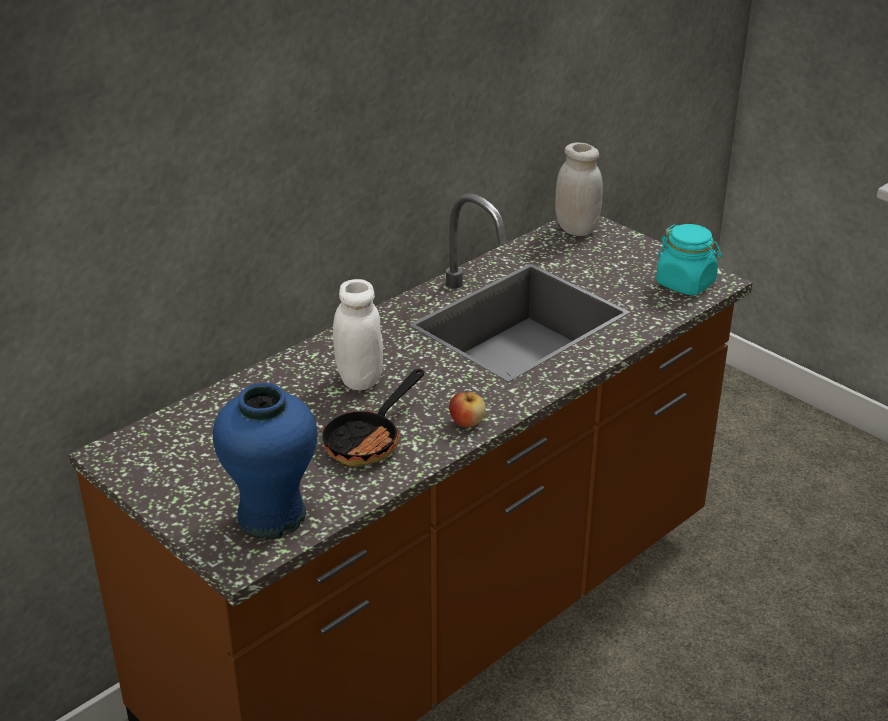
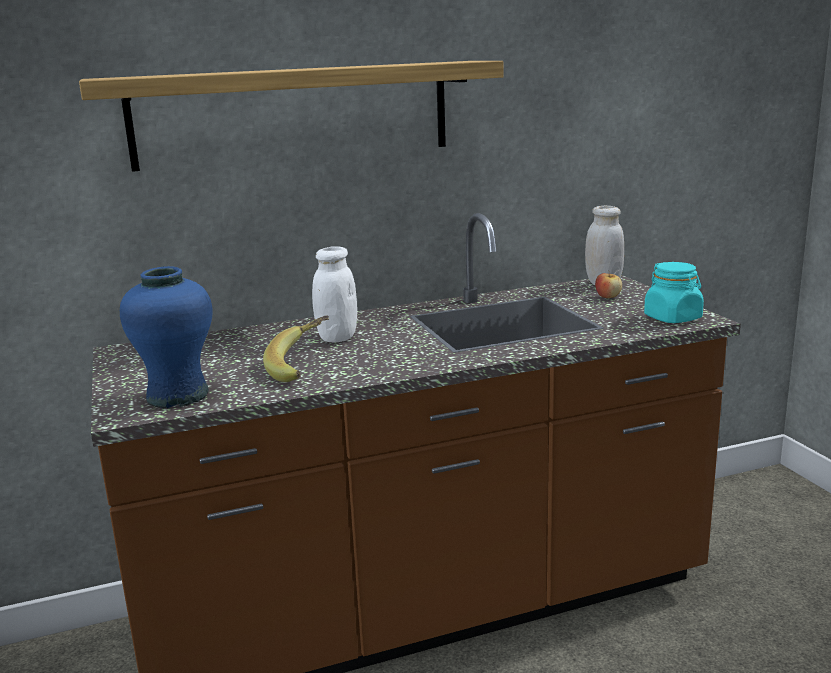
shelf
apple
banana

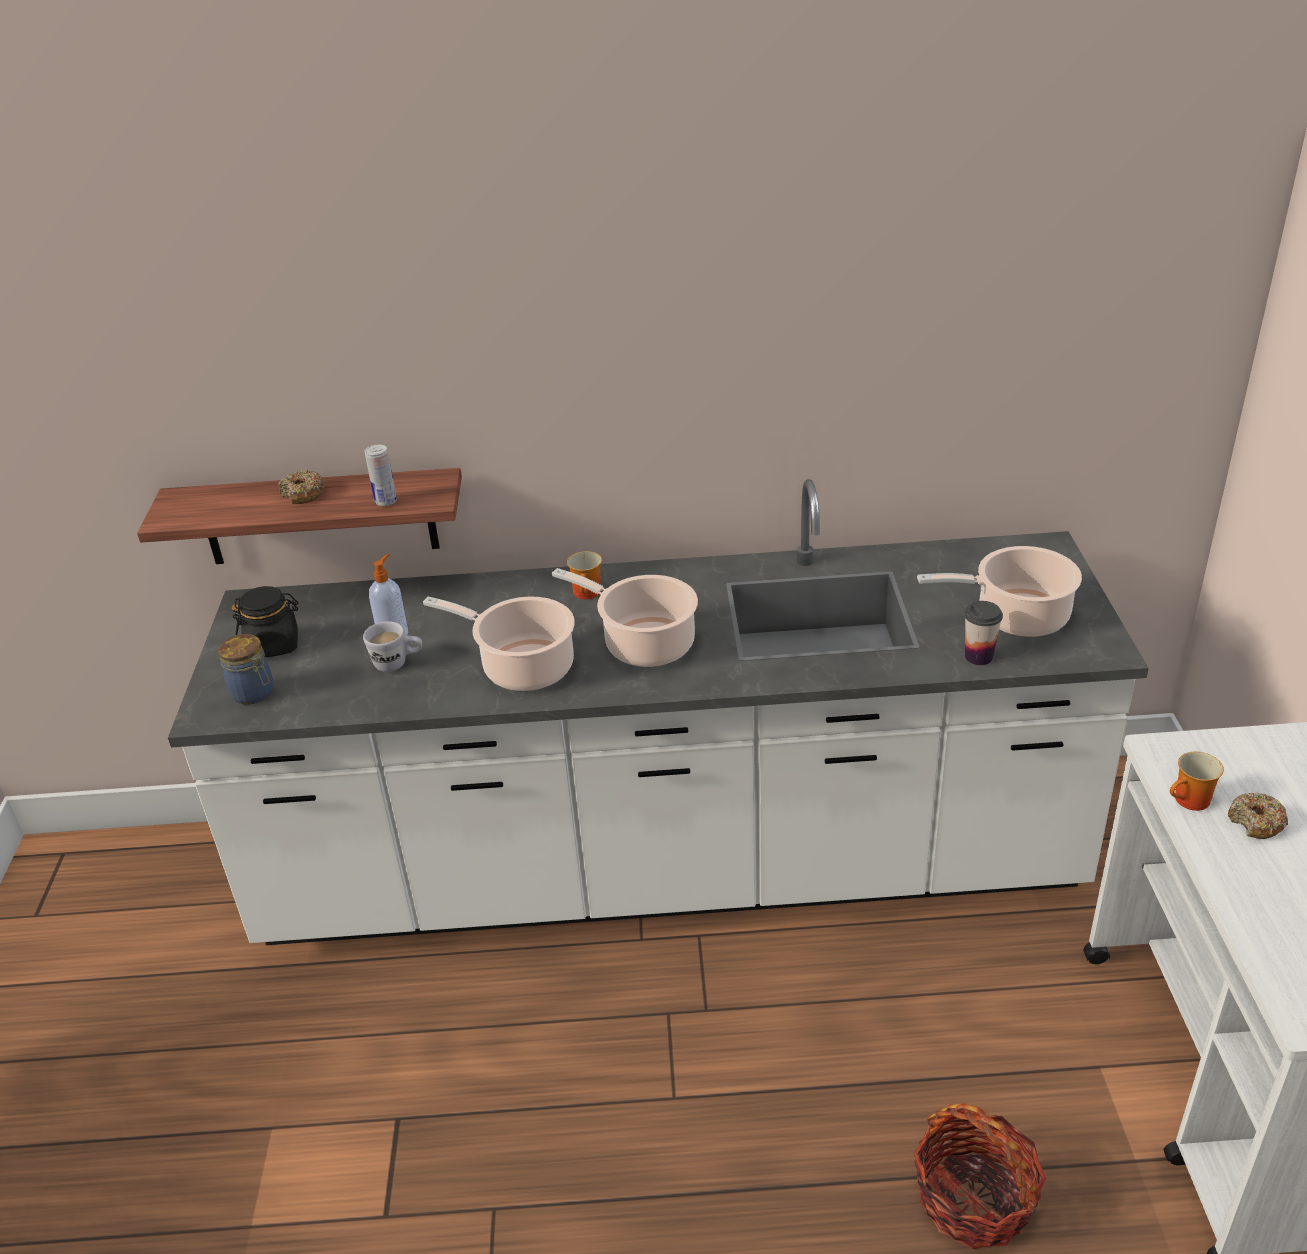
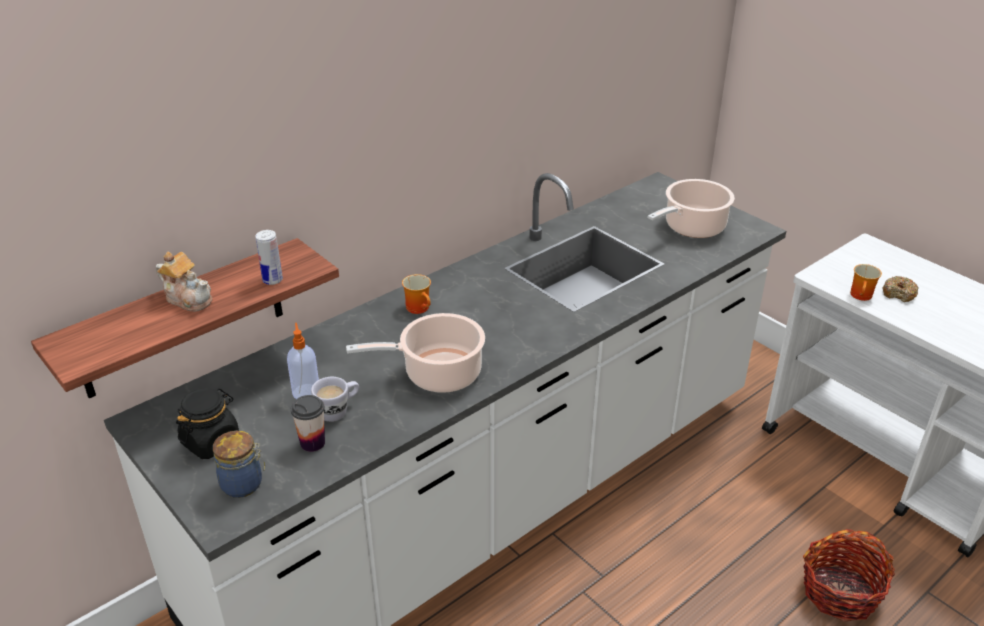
cooking pot (2nd from left in the first image)
cup
teapot

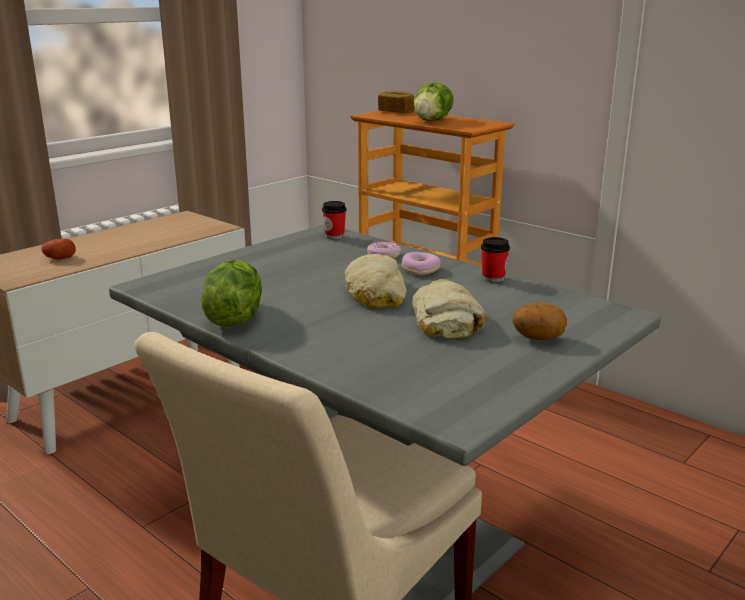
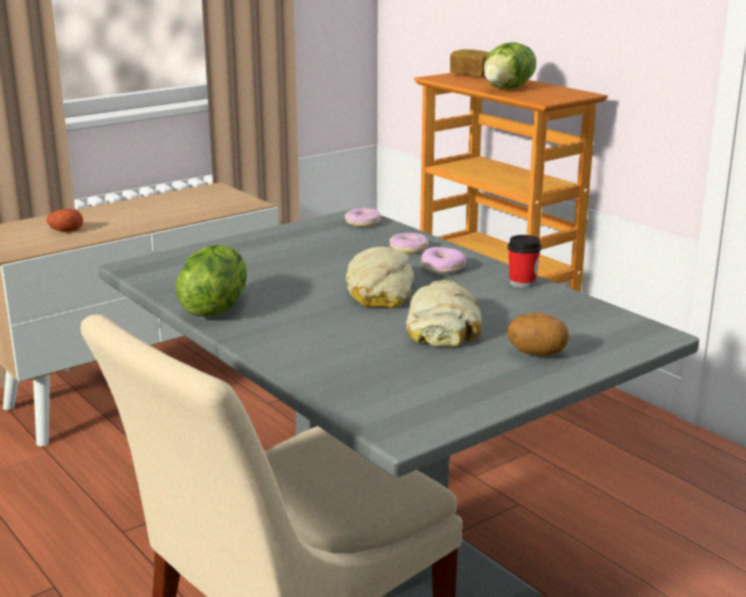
donut (1st from left)

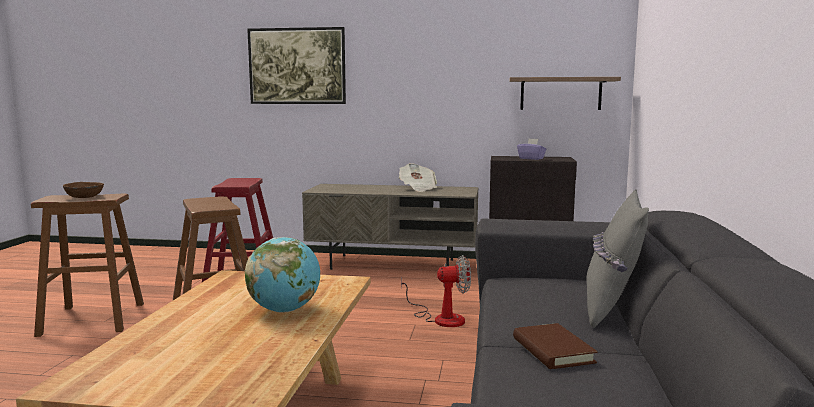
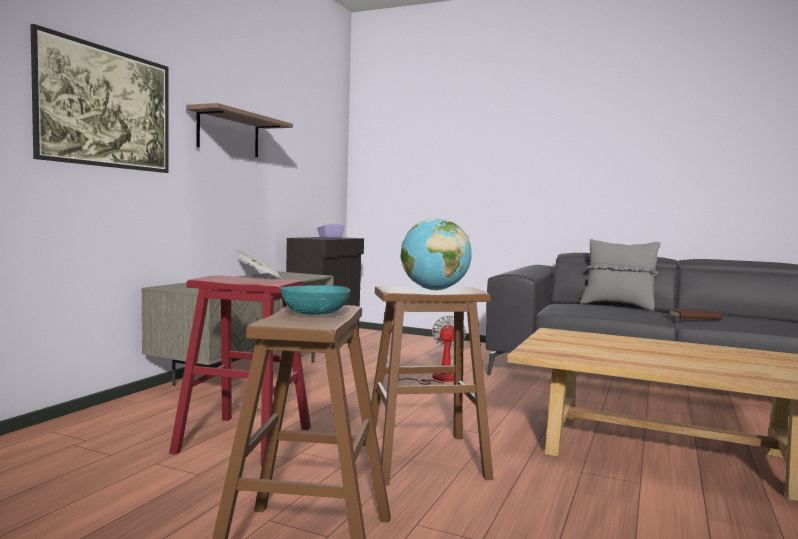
globe
shelf
turquoise bowl

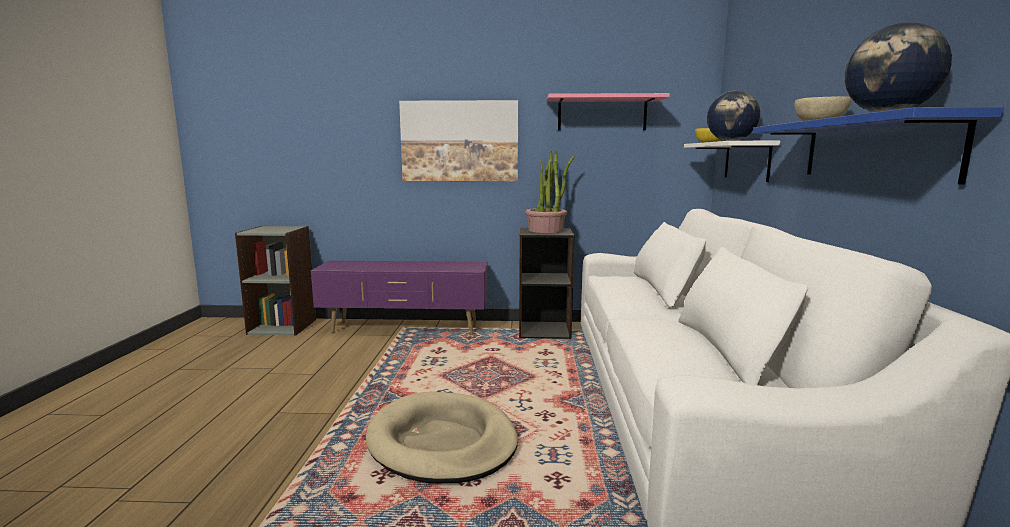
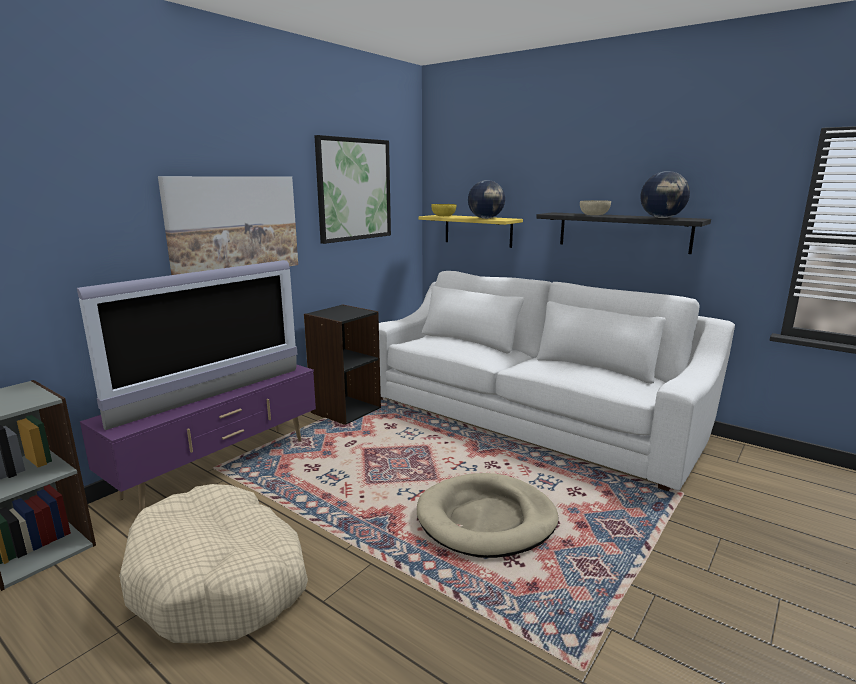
potted plant
television
beige dog bed (1st from left)
picture (2nd from left)
yellow shelf
black shelf

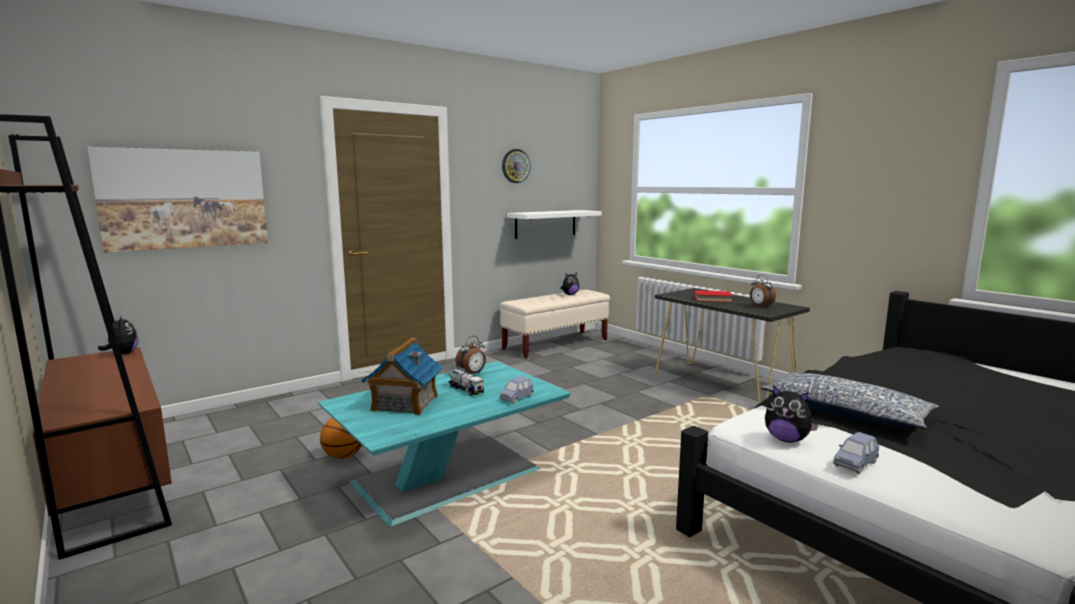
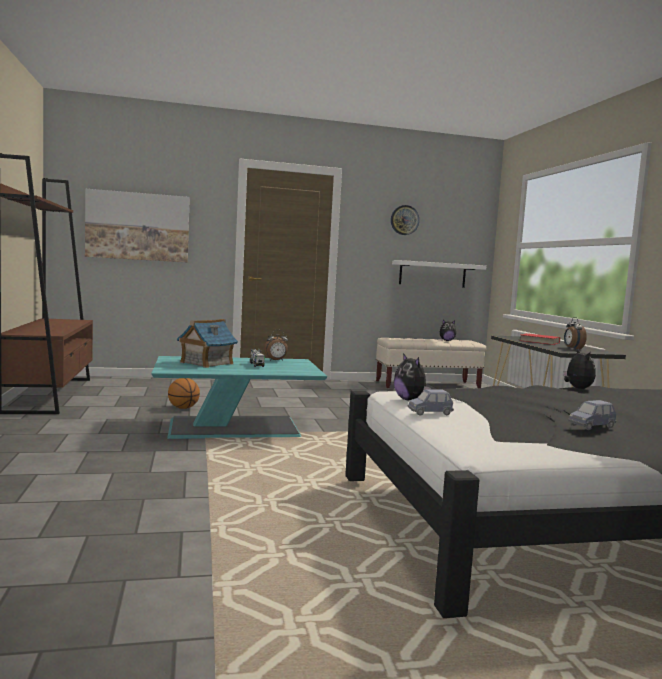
pillow
plush toy (3rd from left)
blue toy car (2nd from left)

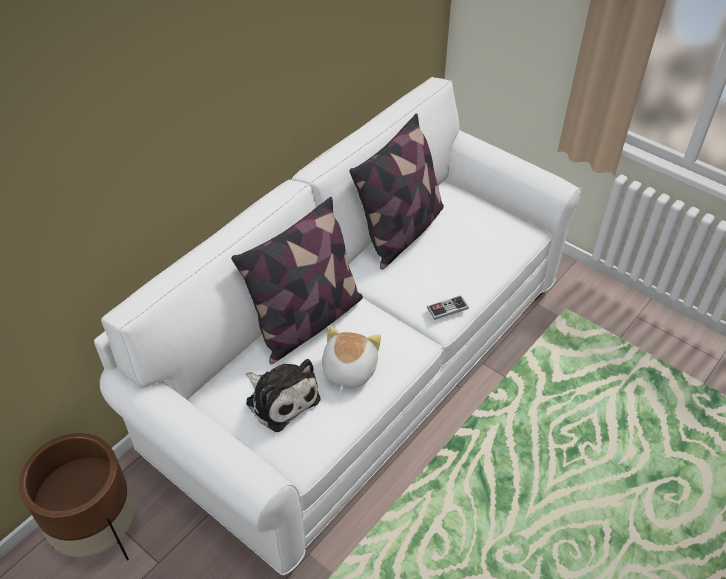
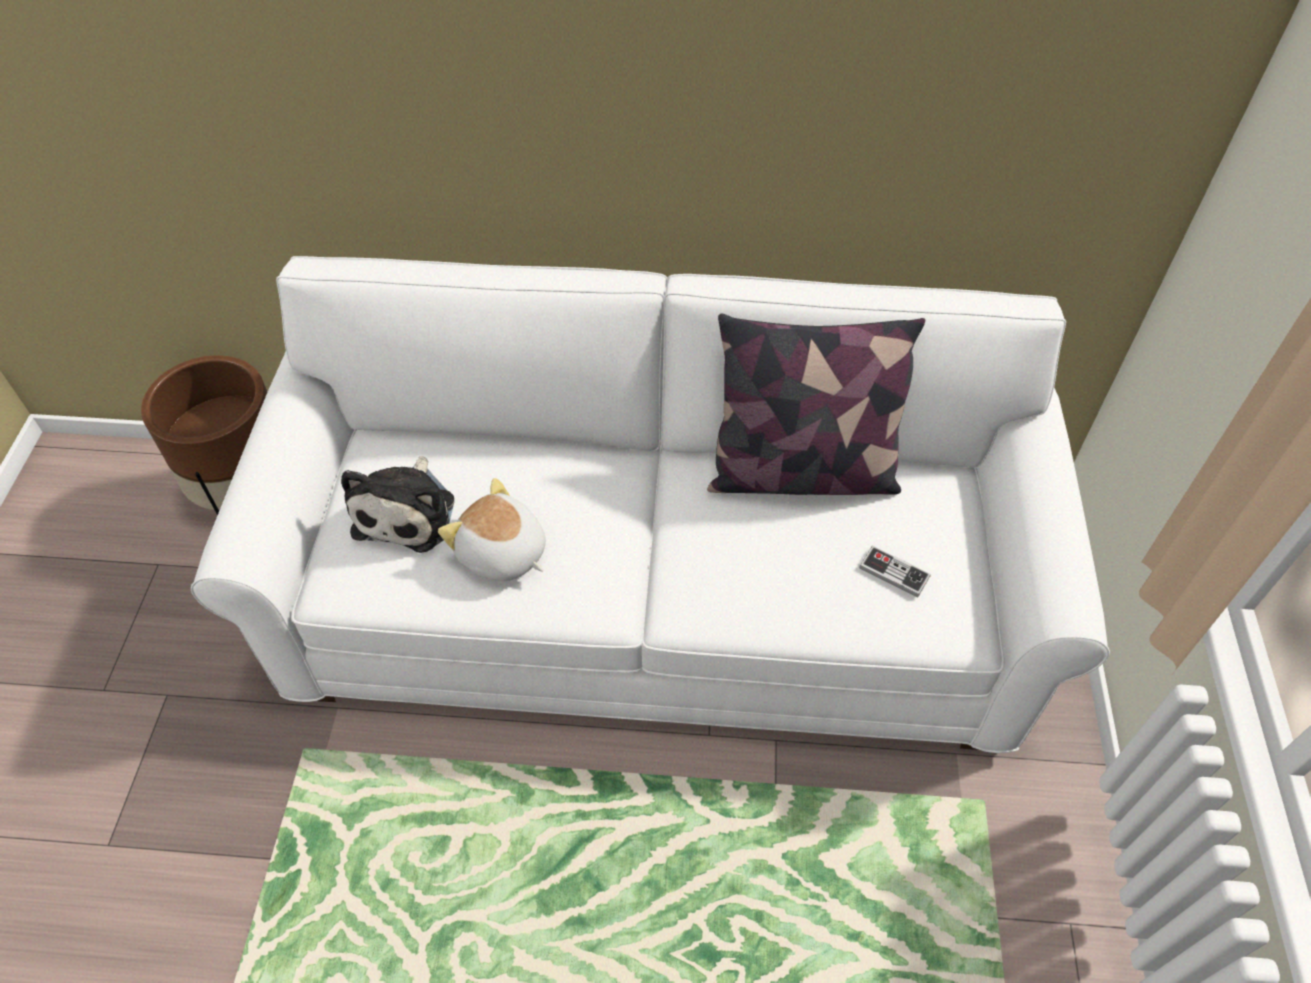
pillow (1st from left in the first image)
game controller
plush toy (2nd from left)

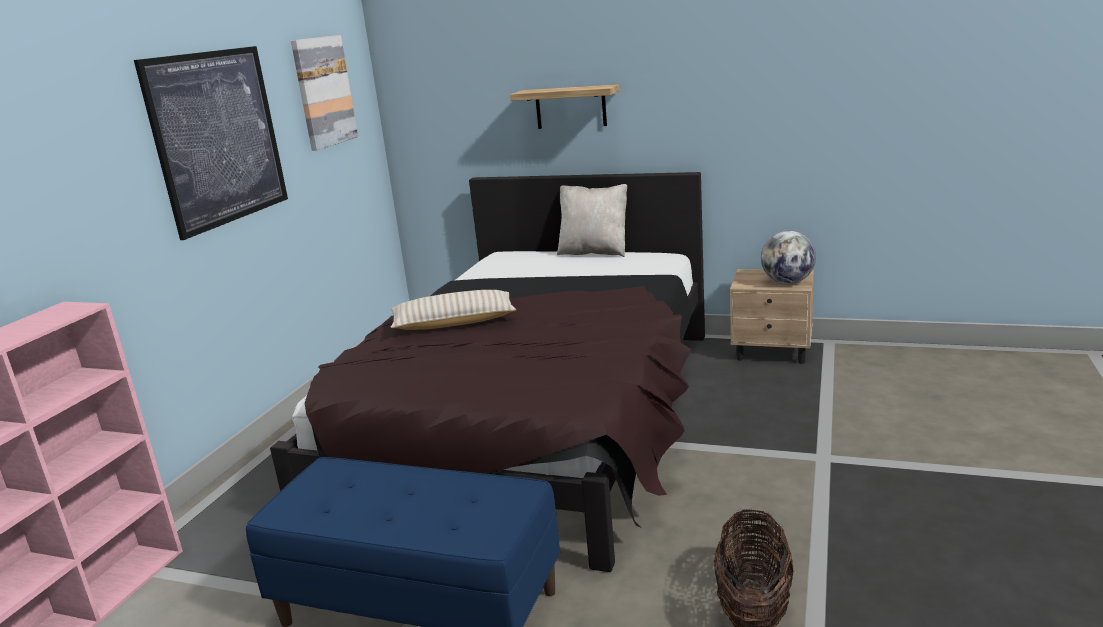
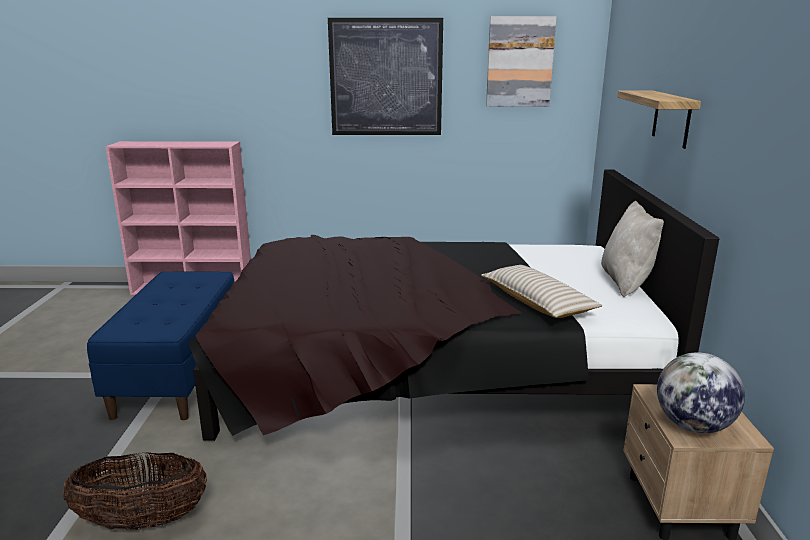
beige pillow (1st from left)

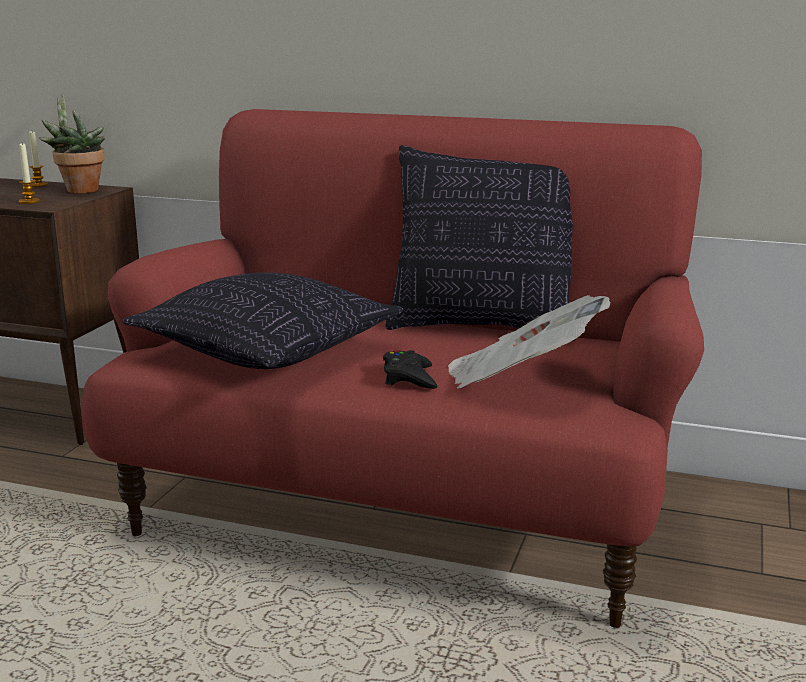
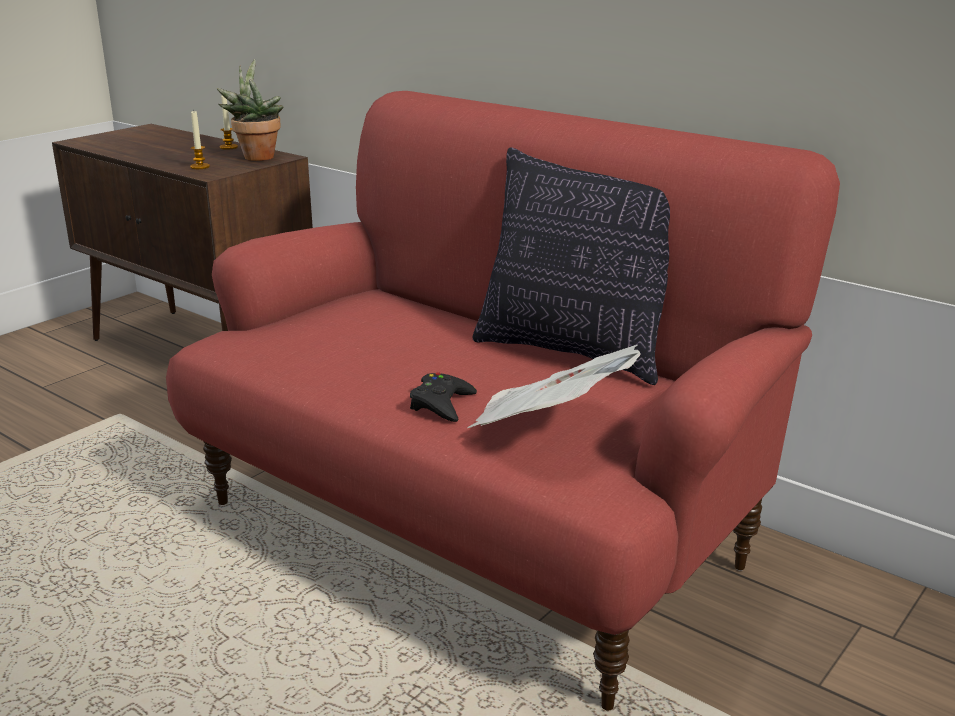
pillow (1st from left in the first image)

